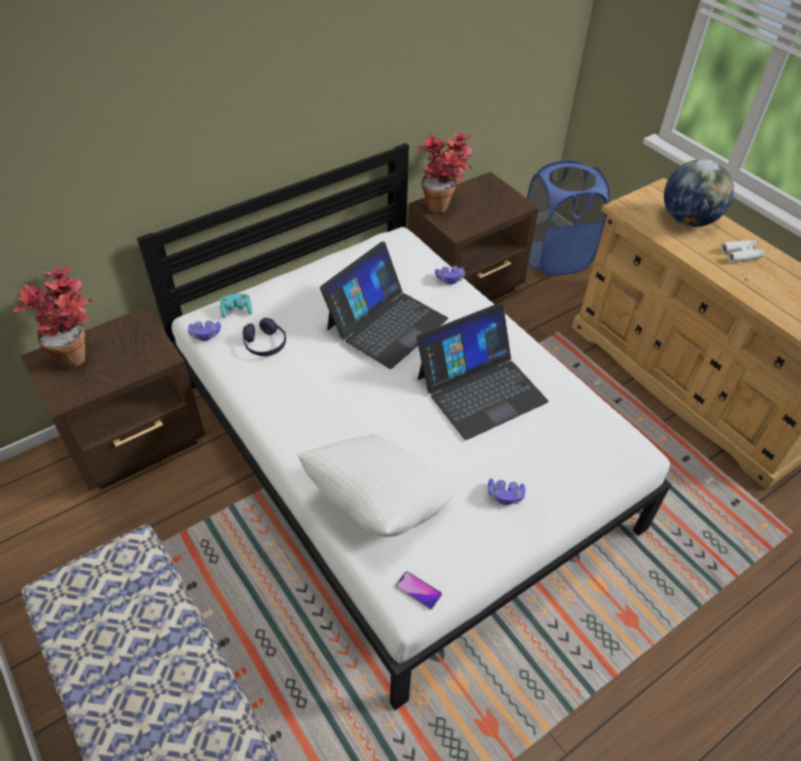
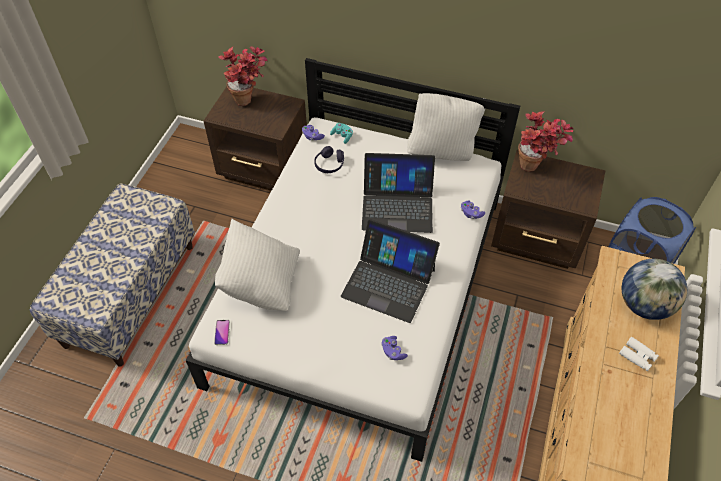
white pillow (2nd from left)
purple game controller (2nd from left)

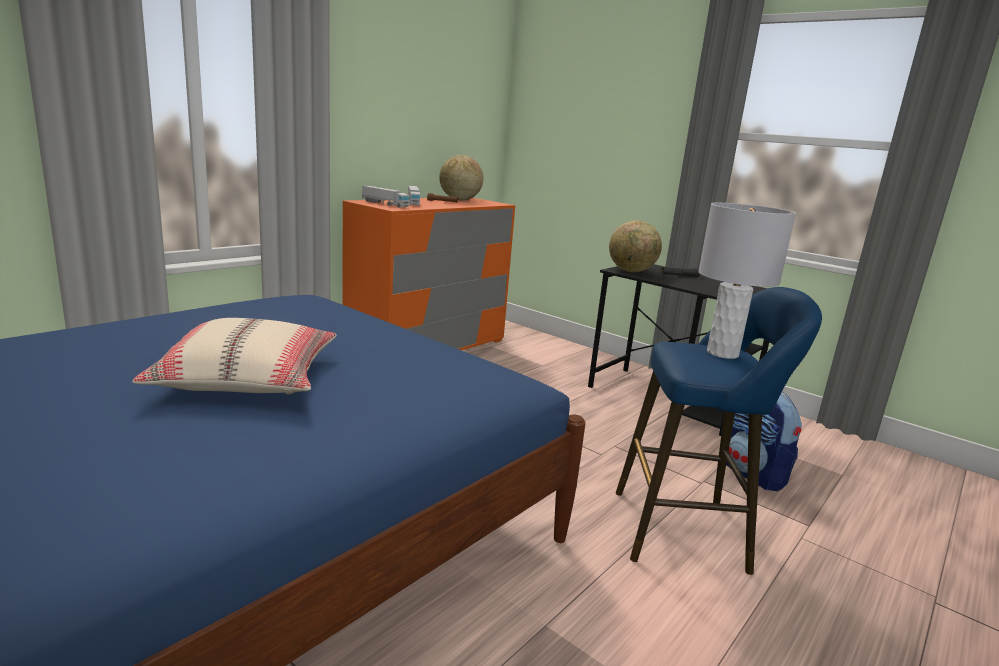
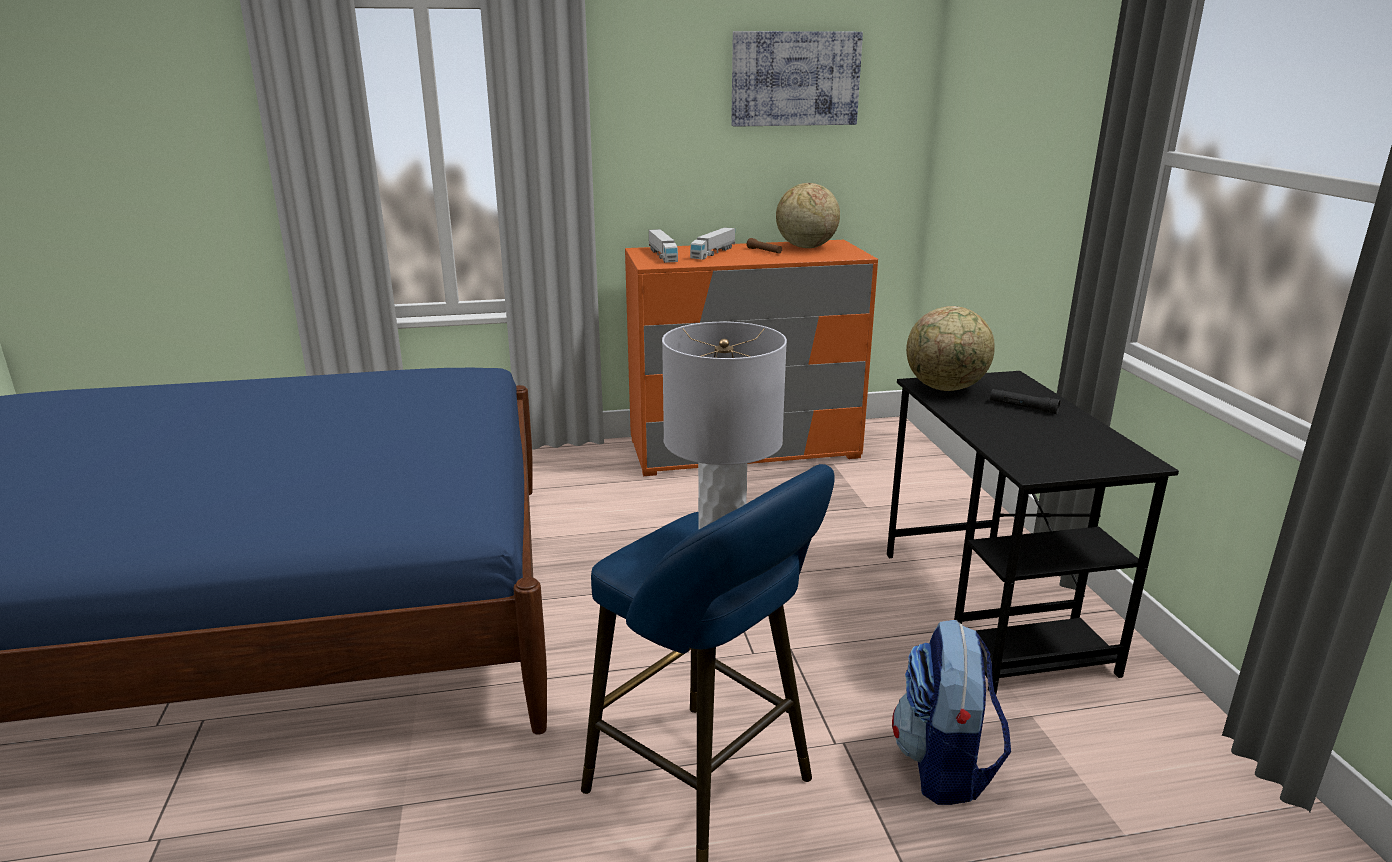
beige pillow
picture

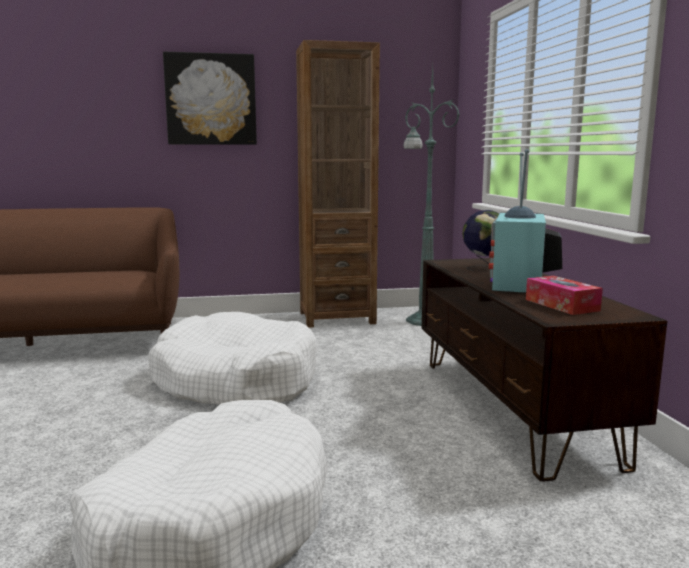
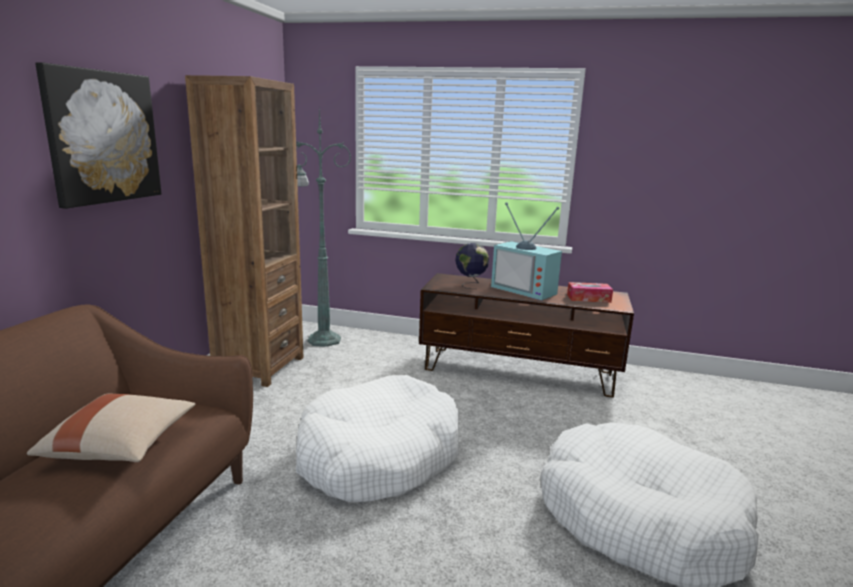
beige pillow

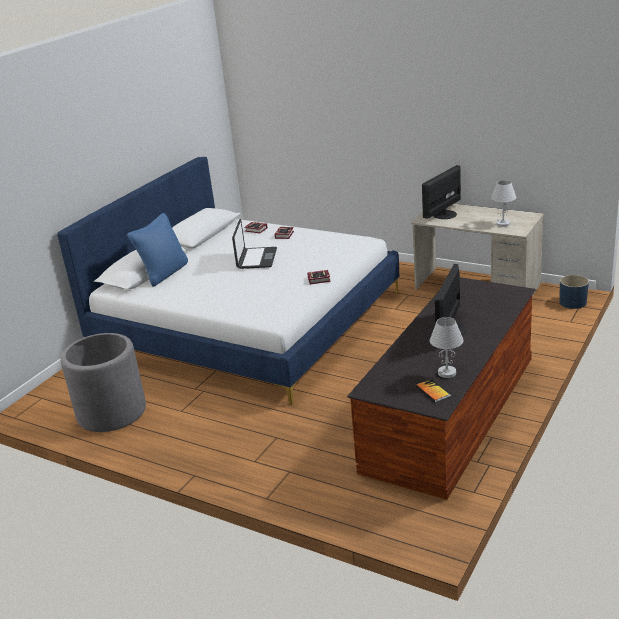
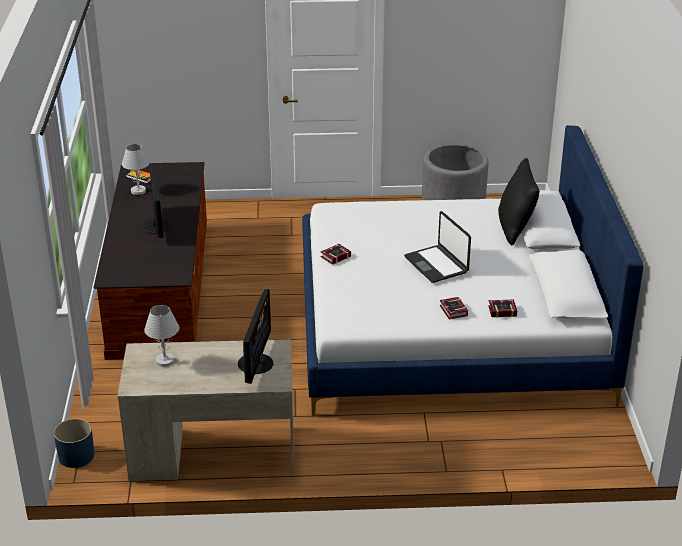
black pillow

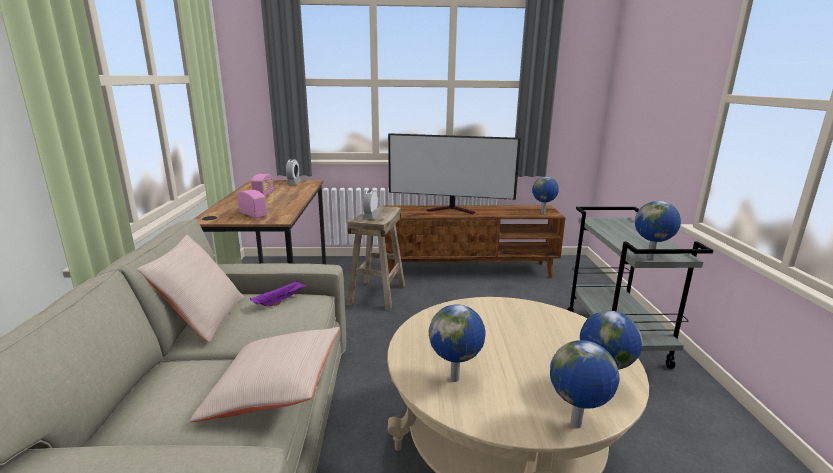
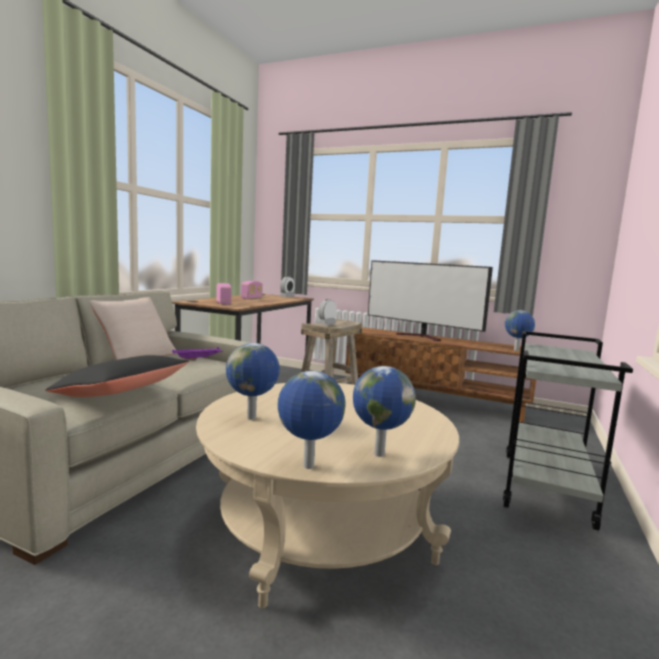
globe (5th from left in the first image)
black pillow

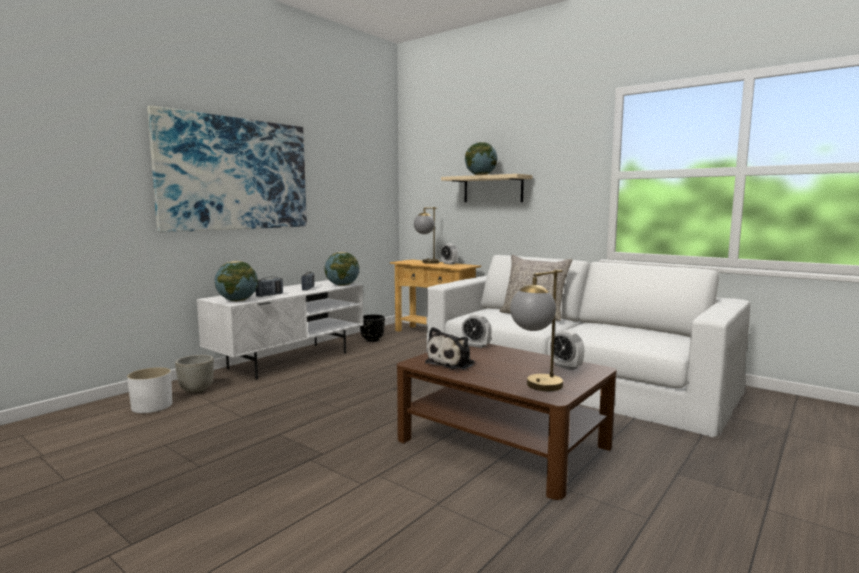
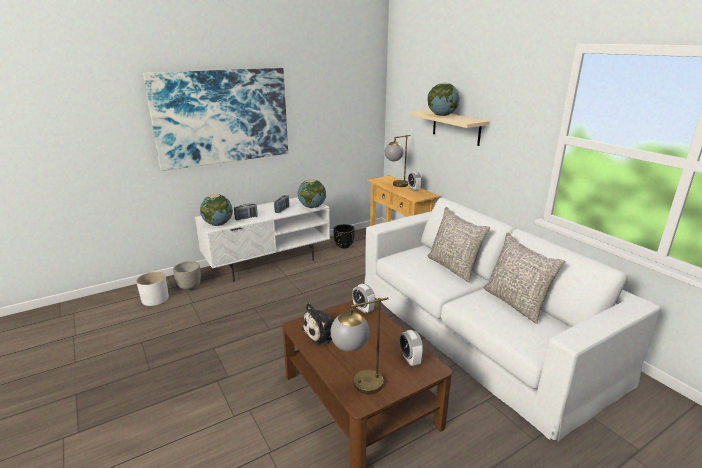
grey pillow (2nd from left)

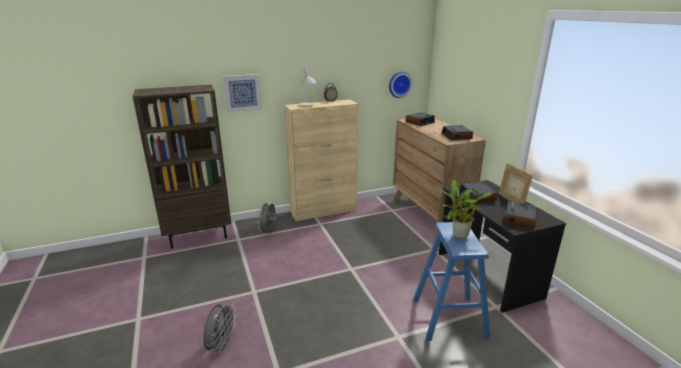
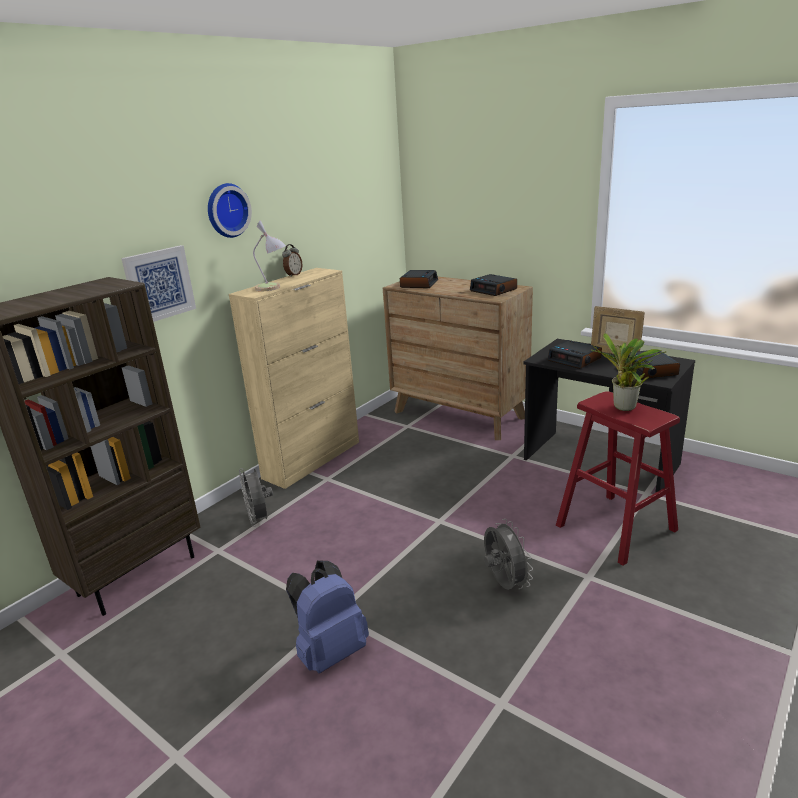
blue backpack
grey fan (2nd from left)
wall clock
red stool

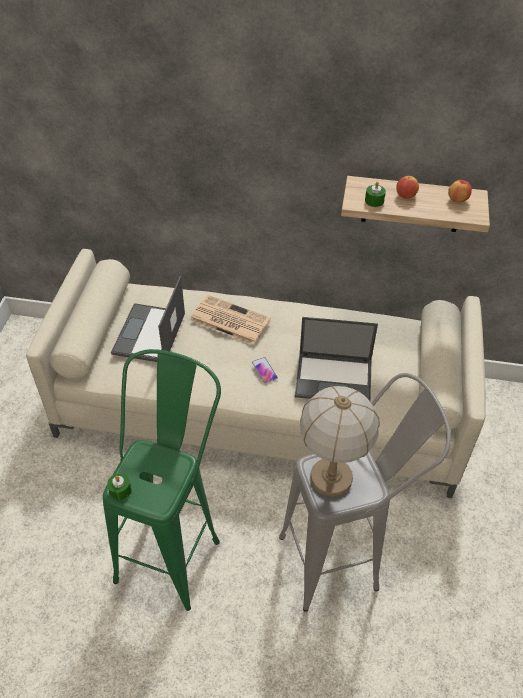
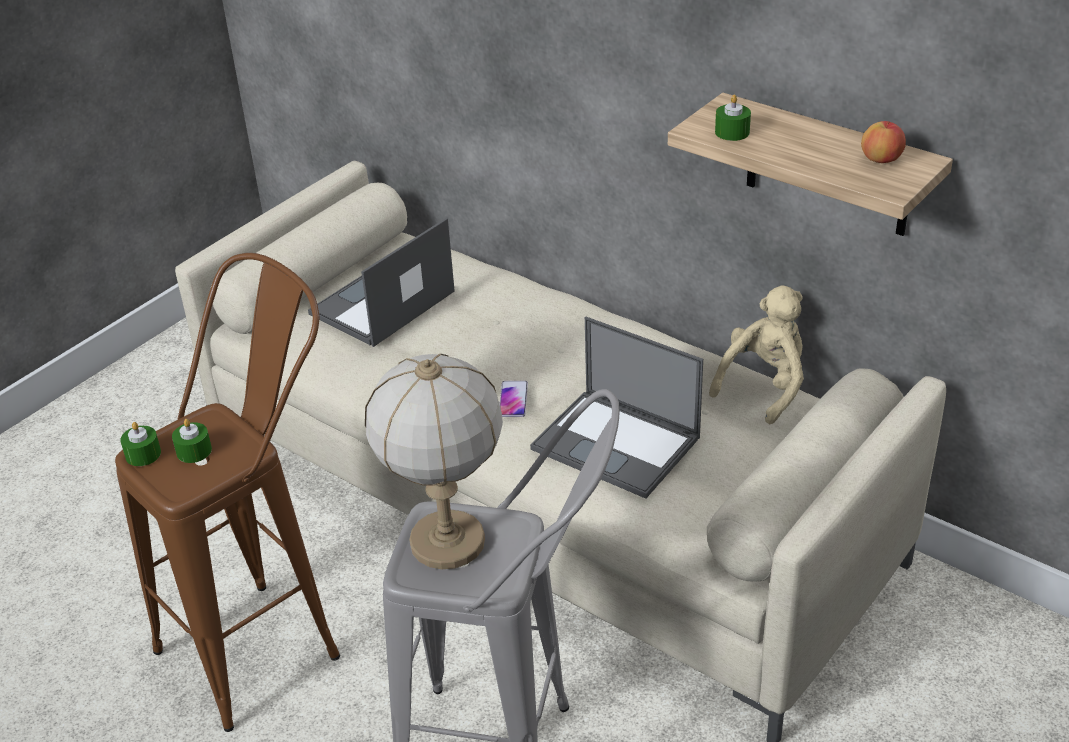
newspaper
apple (1st from left in the first image)
green candle (2nd from left)
beige plush toy
brown stool

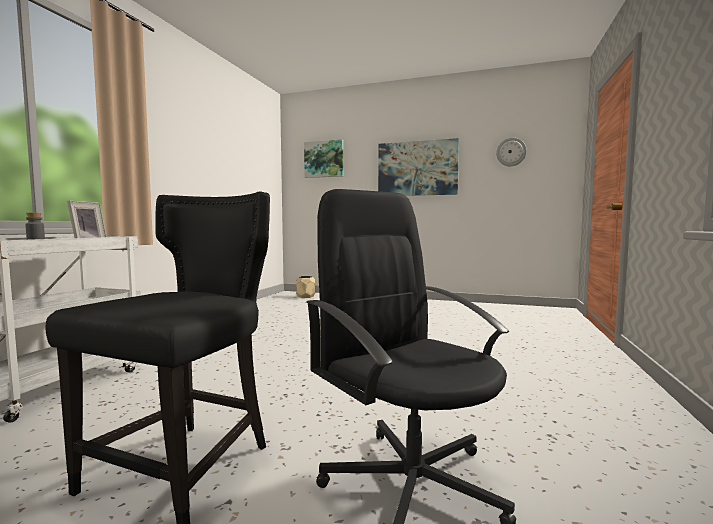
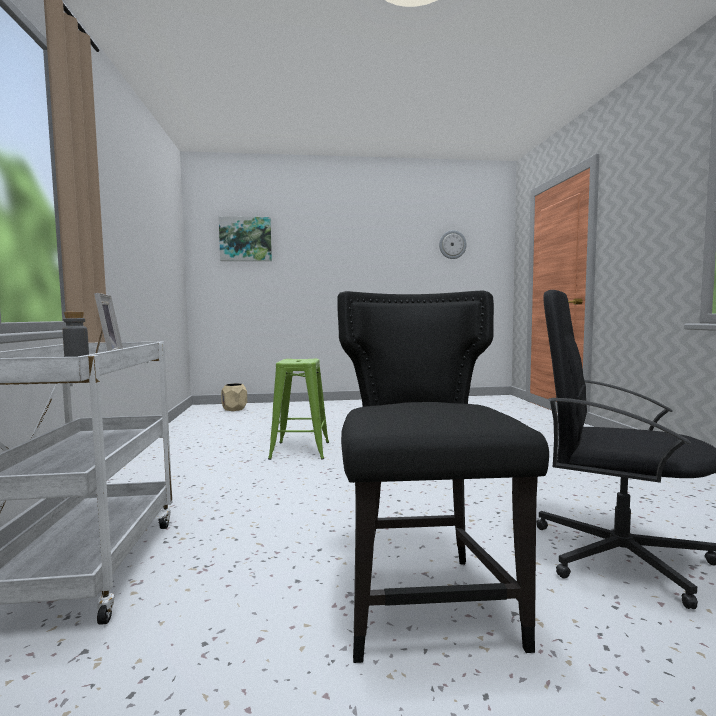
picture (2nd from left in the first image)
green stool

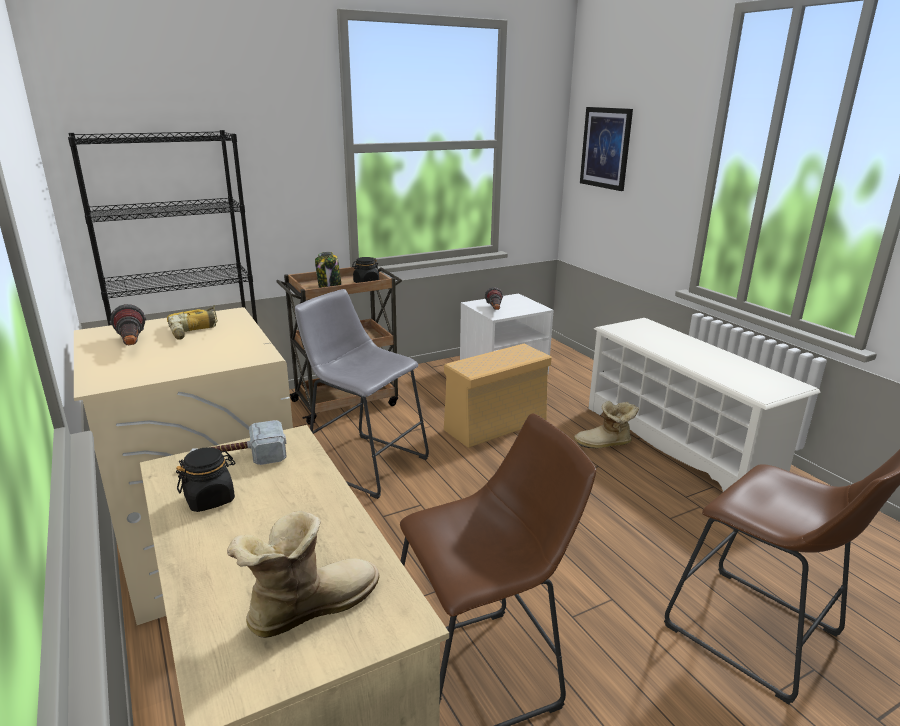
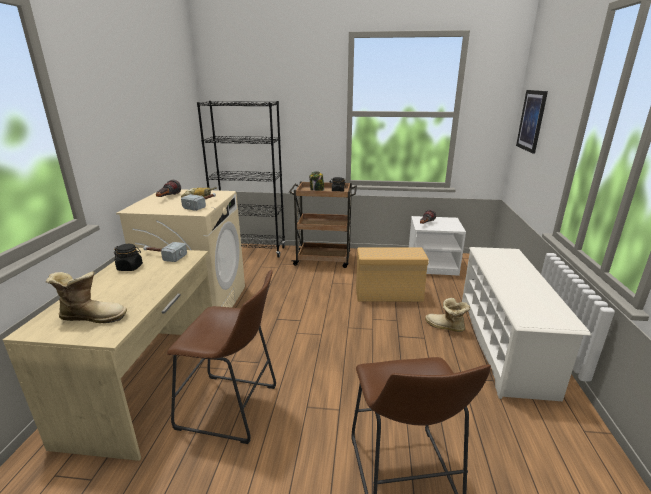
grey stool
hammer (2nd from left)

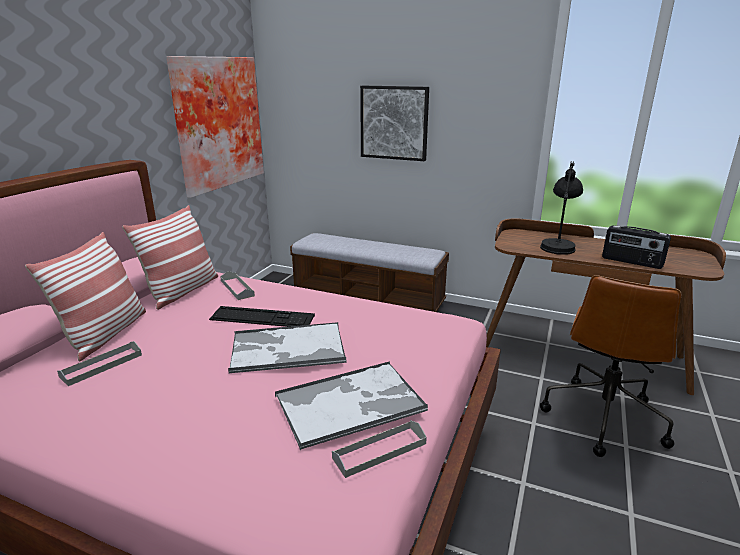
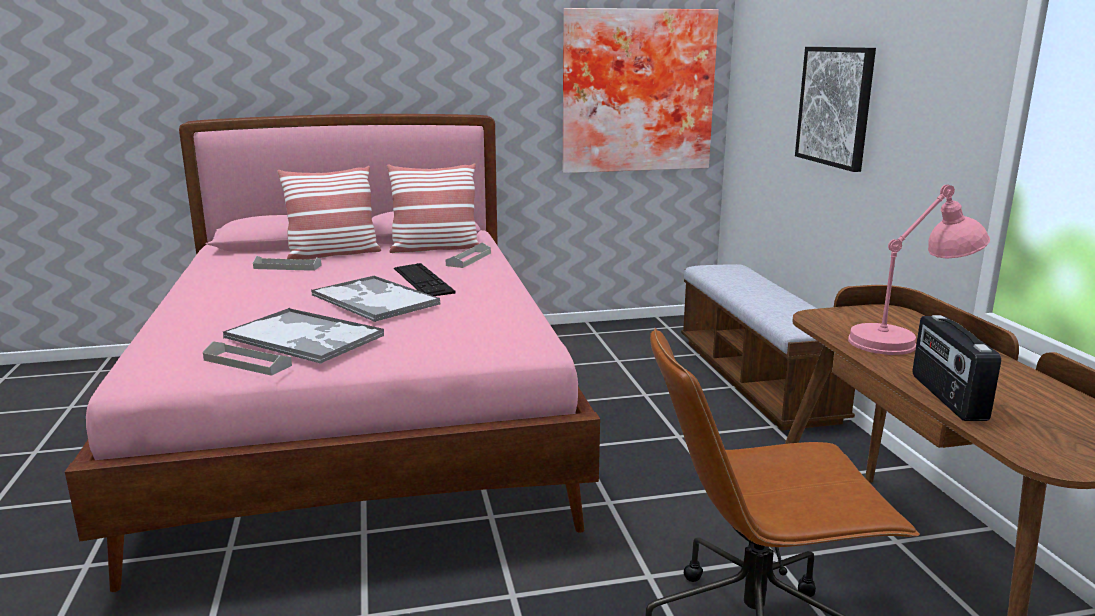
pink table lamp

